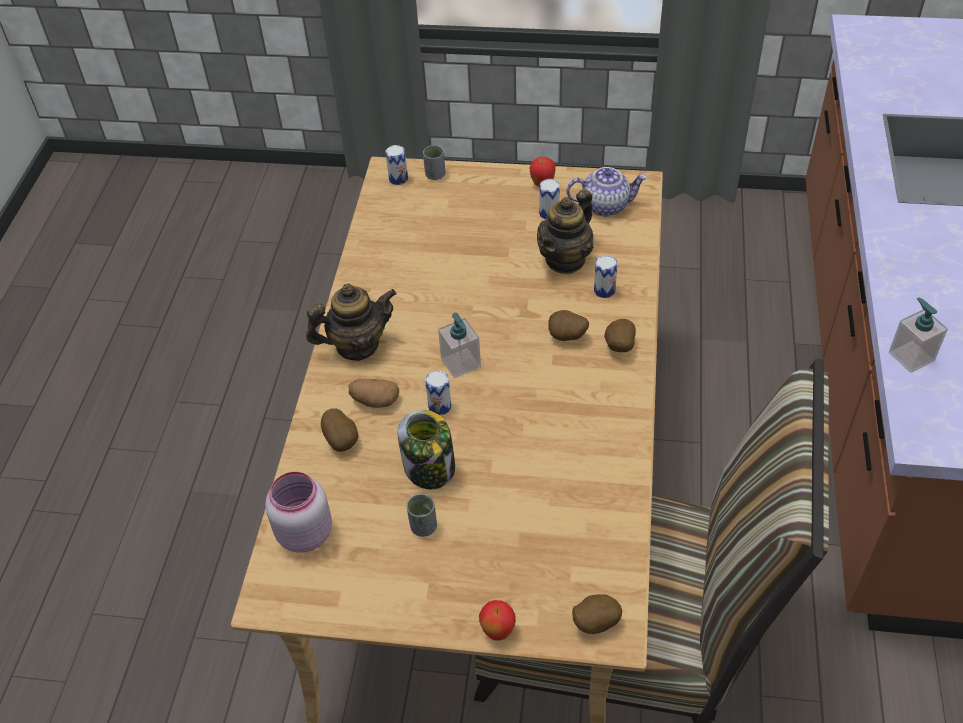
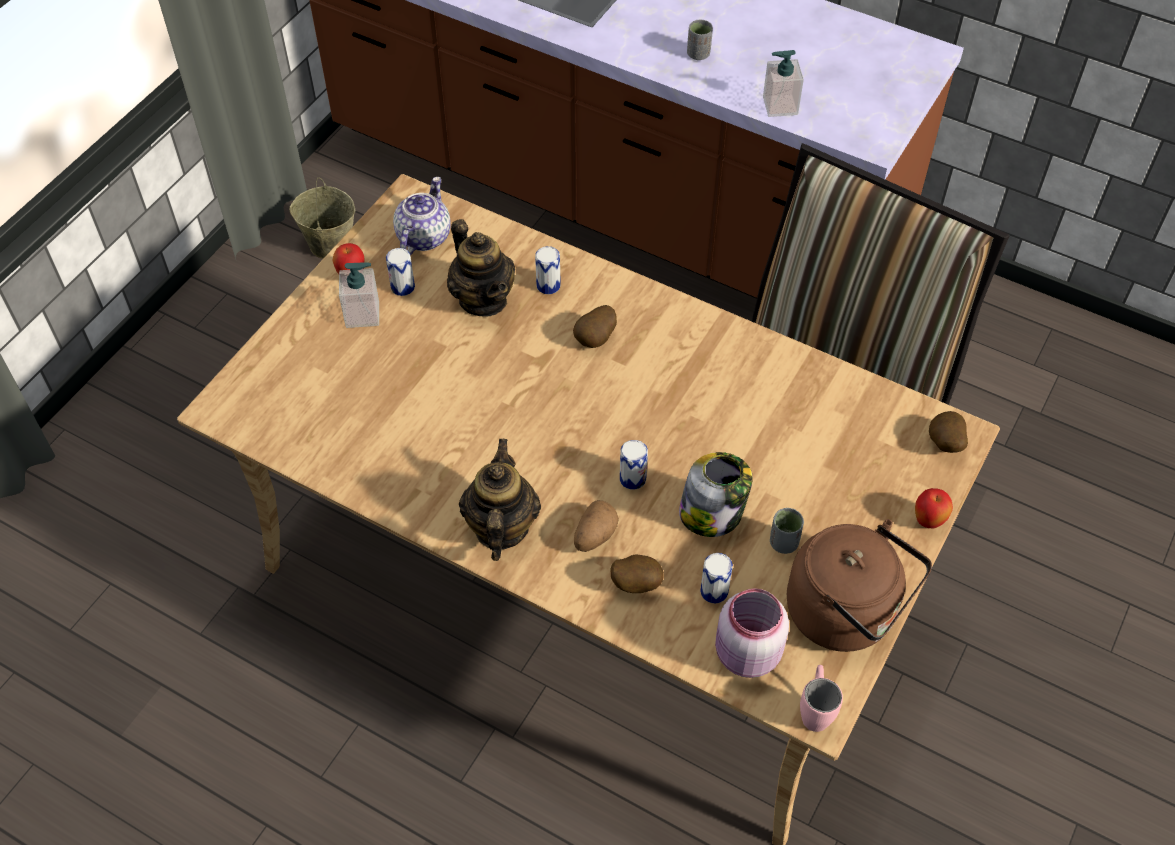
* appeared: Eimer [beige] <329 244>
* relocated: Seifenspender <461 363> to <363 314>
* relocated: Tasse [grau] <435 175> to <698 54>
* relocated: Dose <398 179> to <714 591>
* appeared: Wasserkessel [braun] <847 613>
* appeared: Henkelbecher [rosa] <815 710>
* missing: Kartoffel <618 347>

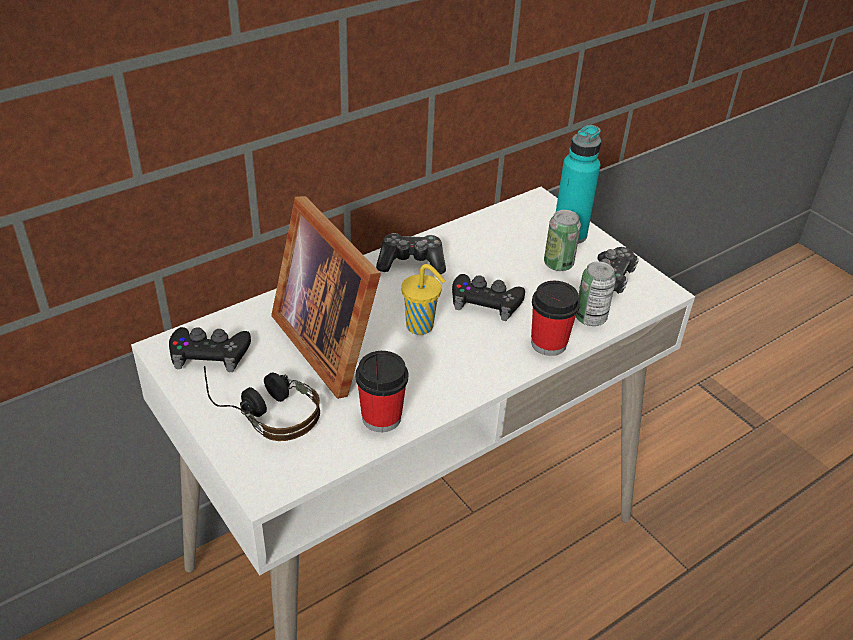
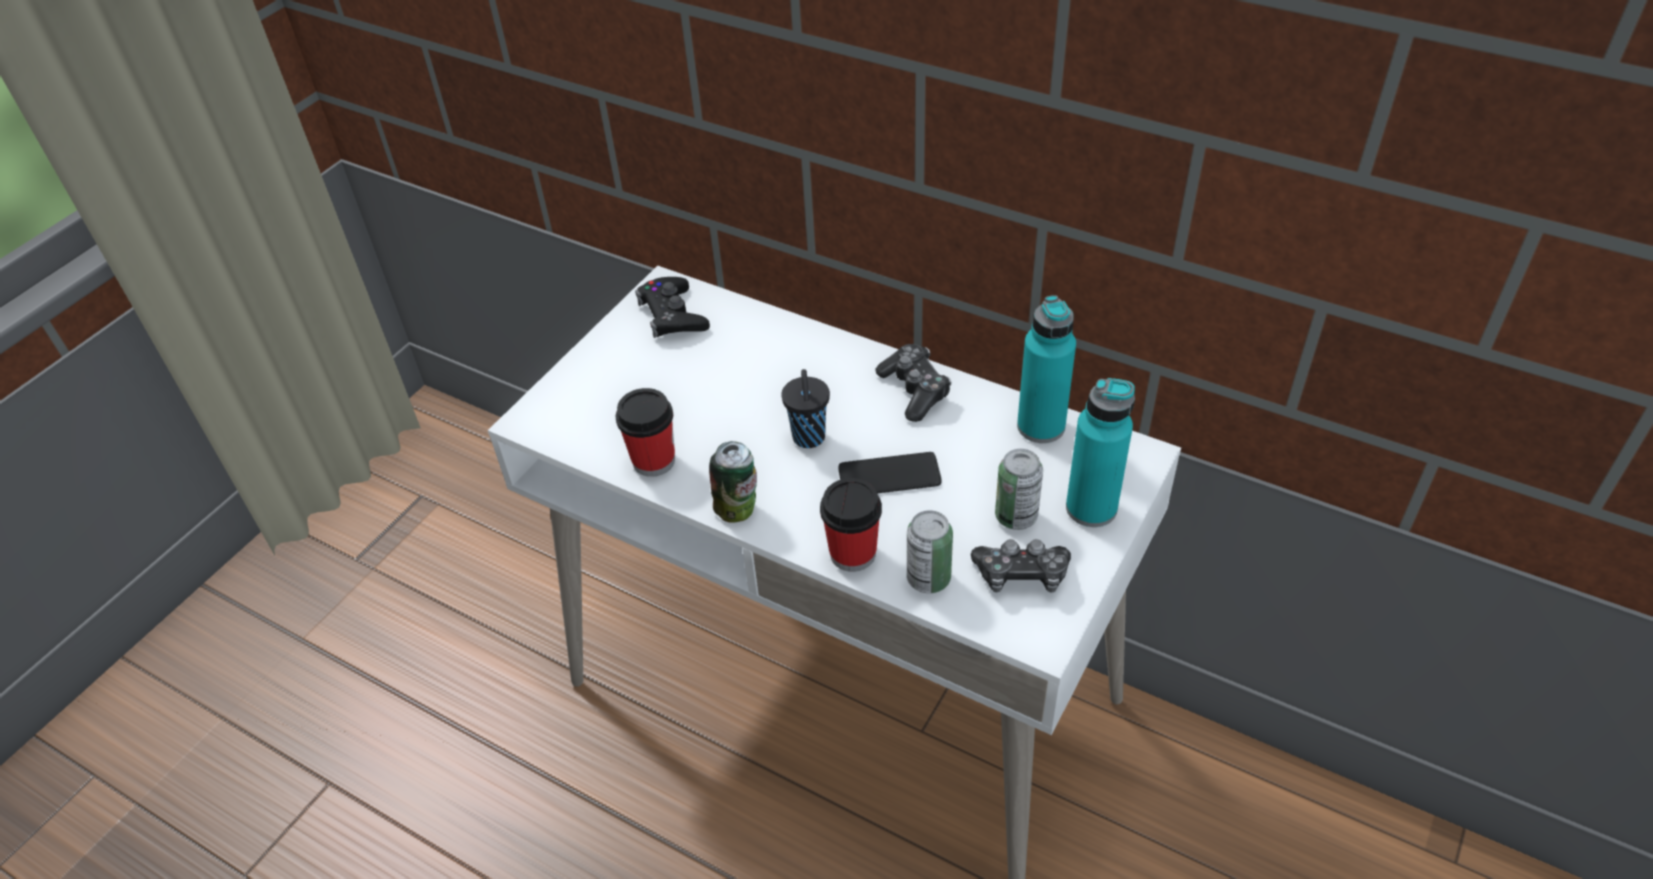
* appeared: Dose <738 509>
* colour: Tasse [gelb] <421 327> to Tasse [schwarz] <809 439>
* exchanged: Gamepad [schwarz] <486 302> to Handy <889 475>
* appeared: Flasche [türkis] <1041 426>
* missing: Kopfhörer <263 409>
* missing: Bilderrahmen <331 341>

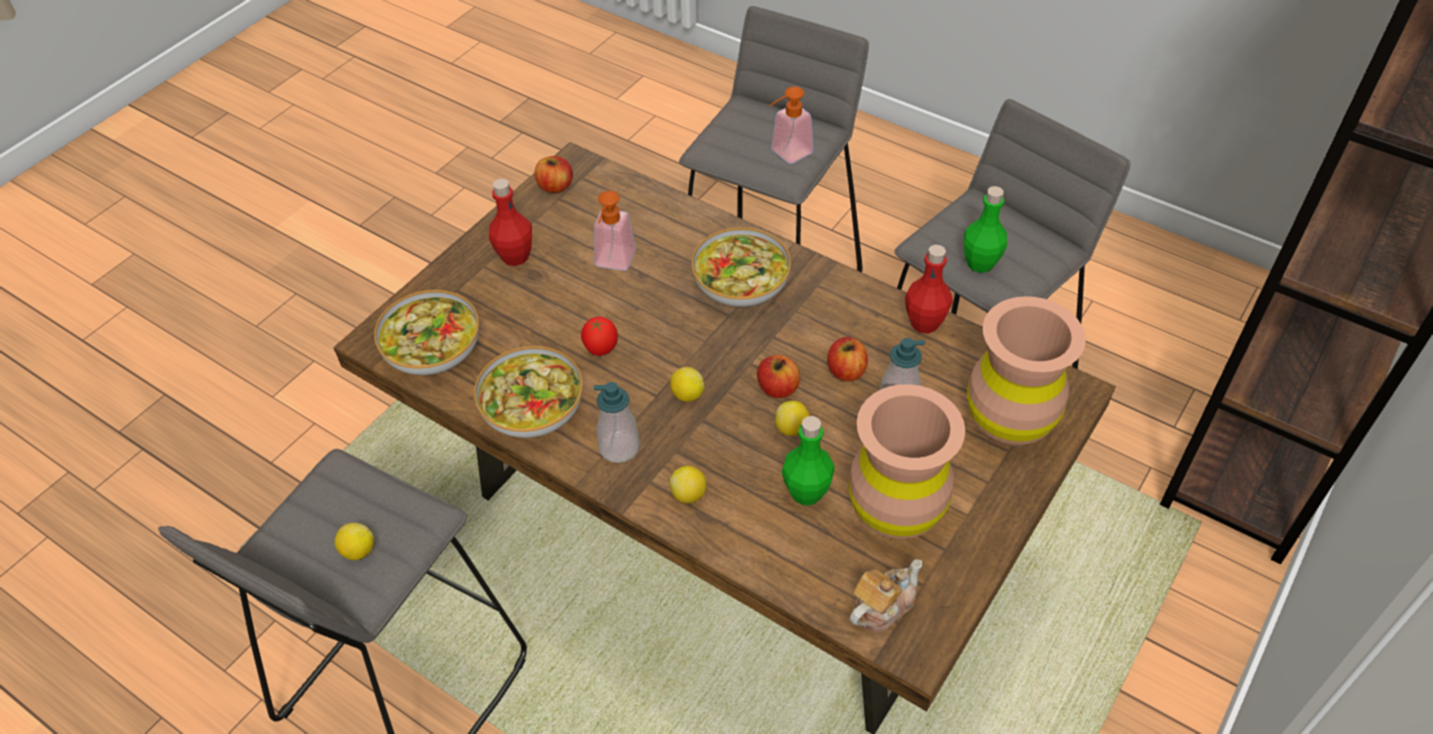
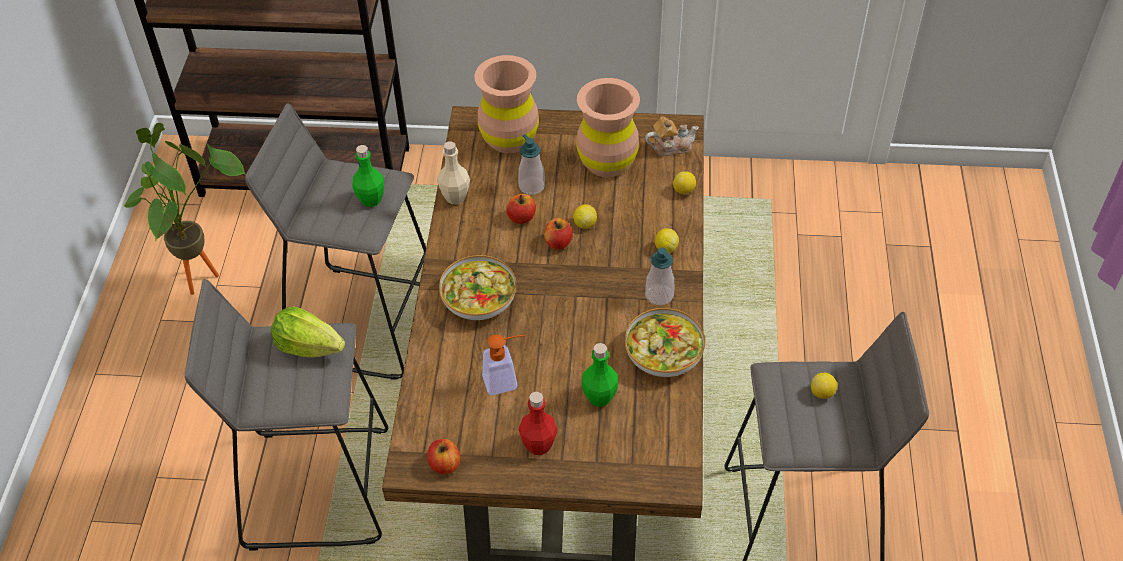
* appeared: Topfpflanze <205 273>
* exchanged: Seifenspender <786 154> to Salatkopf <308 346>
* colour: Flasche [rot] <924 323> to Flasche [beige] <455 197>
* relocated: Flasche [grün] <806 492> to <599 397>
* spun: Teekanne <881 606> = <671 146> 150 degrees clockwise
* relocated: Zitrone <687 394> to <684 191>
* missing: Schüssel <433 349>
* missing: Tomate <600 350>

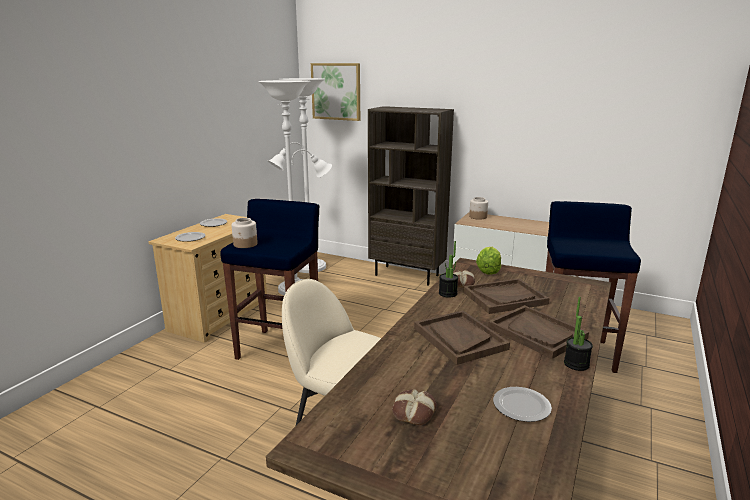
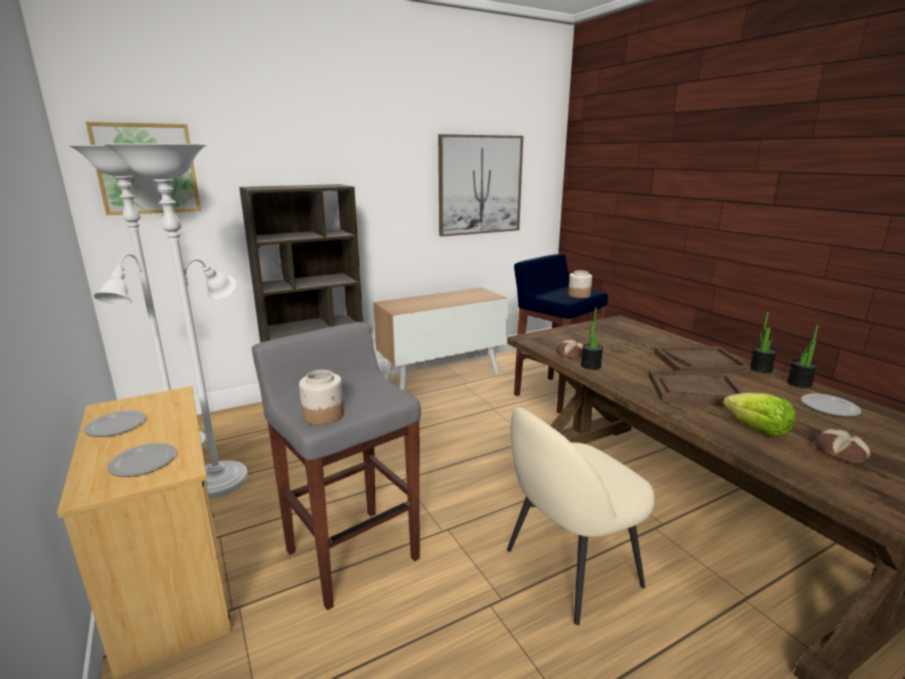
* colour: Hocker [blau] <280 348> to Hocker [grau] <351 553>
* appeared: Bild <480 185>
* relocated: Vorratsglas <477 217> to <578 295>
* relocated: Salatkopf <488 270> to <757 429>
* appeared: Topfpflanze <799 384>
* missing: Tablett [braun] <504 298>

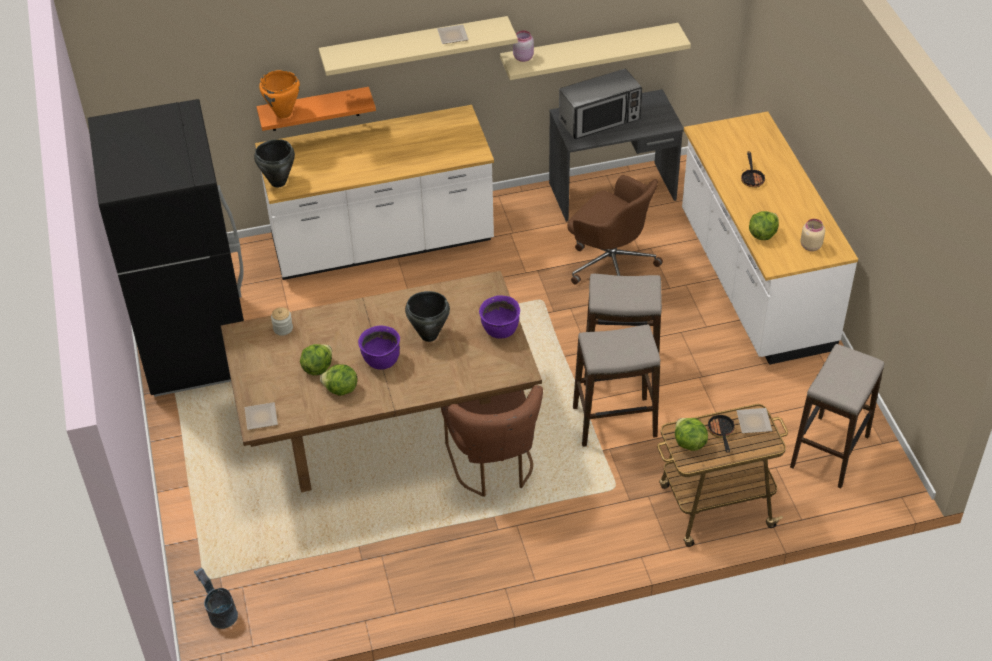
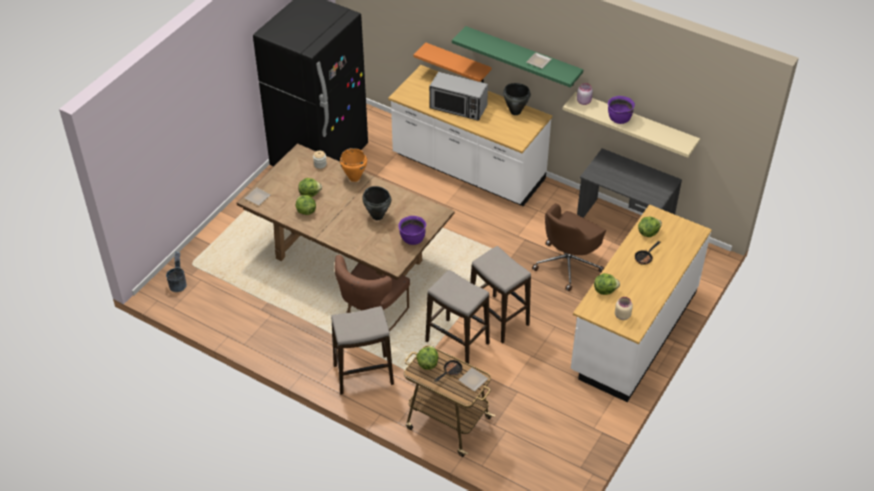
* relocated: Hocker <830 452> to <363 375>
* relocated: Kochtopf [orange] <284 114> to <354 178>
* relocated: Mikrowelle <600 120> to <458 107>
* colour: Wandregal [beige] <415 45> to Wandregal [grün] <522 56>
* relocated: Kochtopf [schwarz] <278 182> to <515 111>
* spun: Bürostuhl [braun] <610 263> = <568 264> 45 degrees clockwise
* relocated: Kochtopf [lila] <381 361> to <619 119>
* appeared: Salatkopf <648 232>

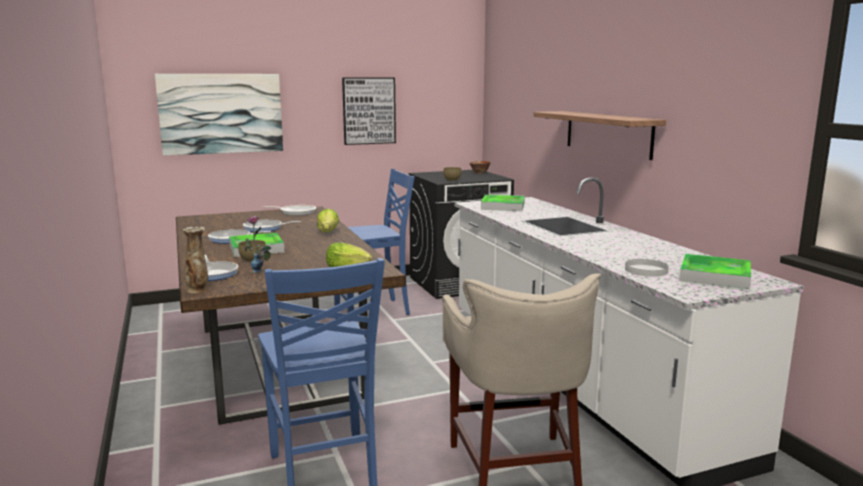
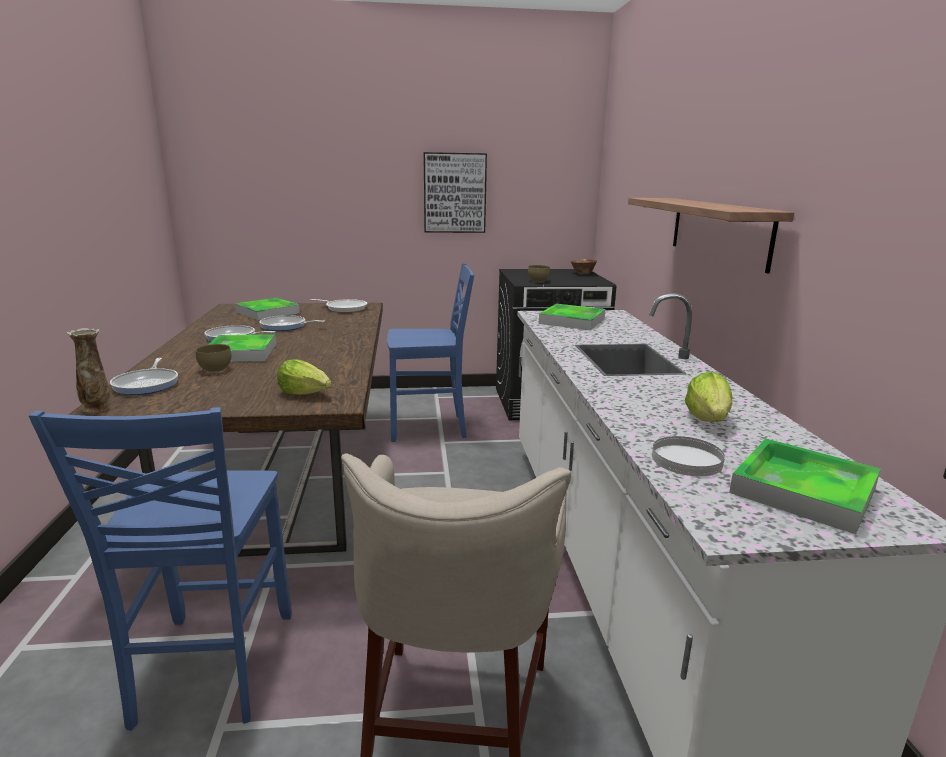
* appeared: Tablett <268 312>
* relocated: Salatkopf <328 232> to <708 419>
* missing: Bild <221 113>
* missing: Vase <259 273>

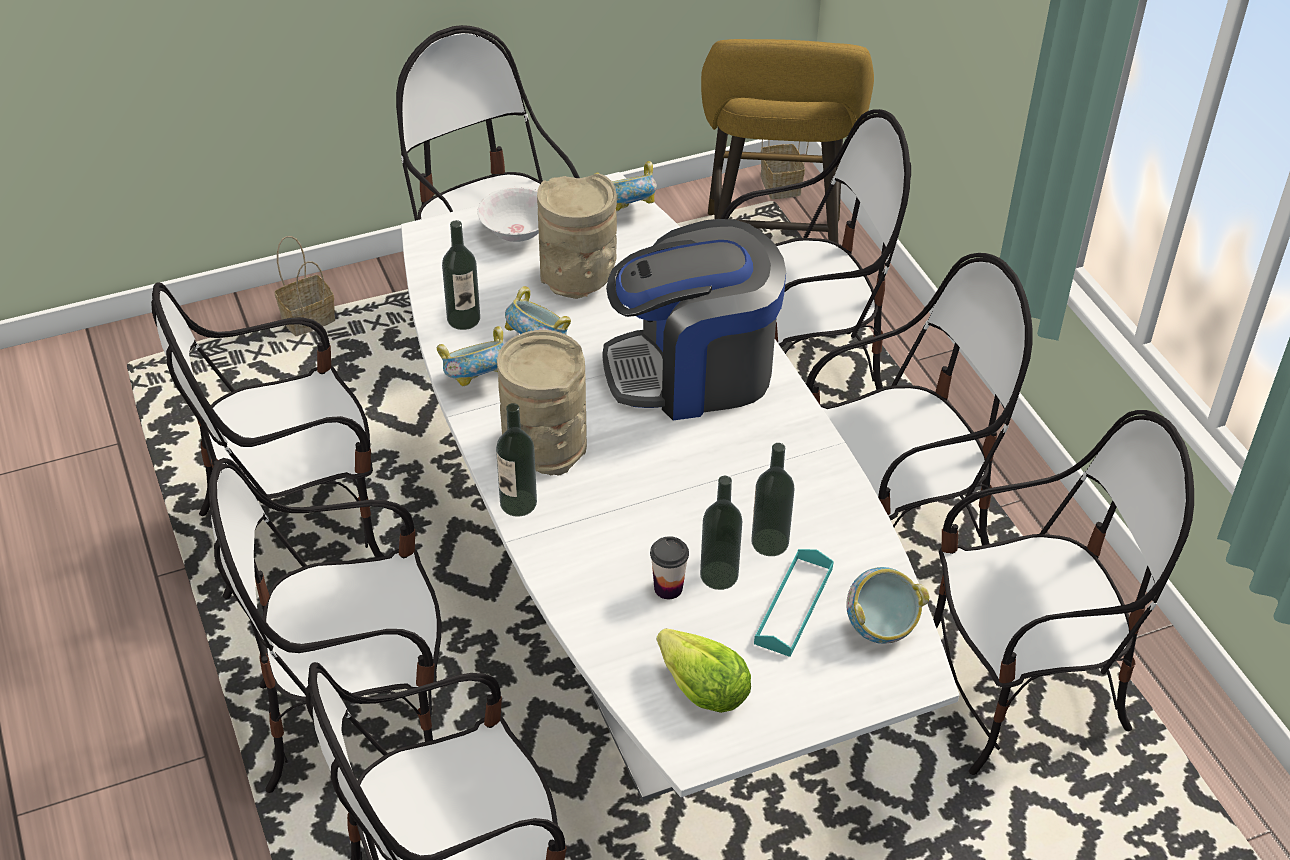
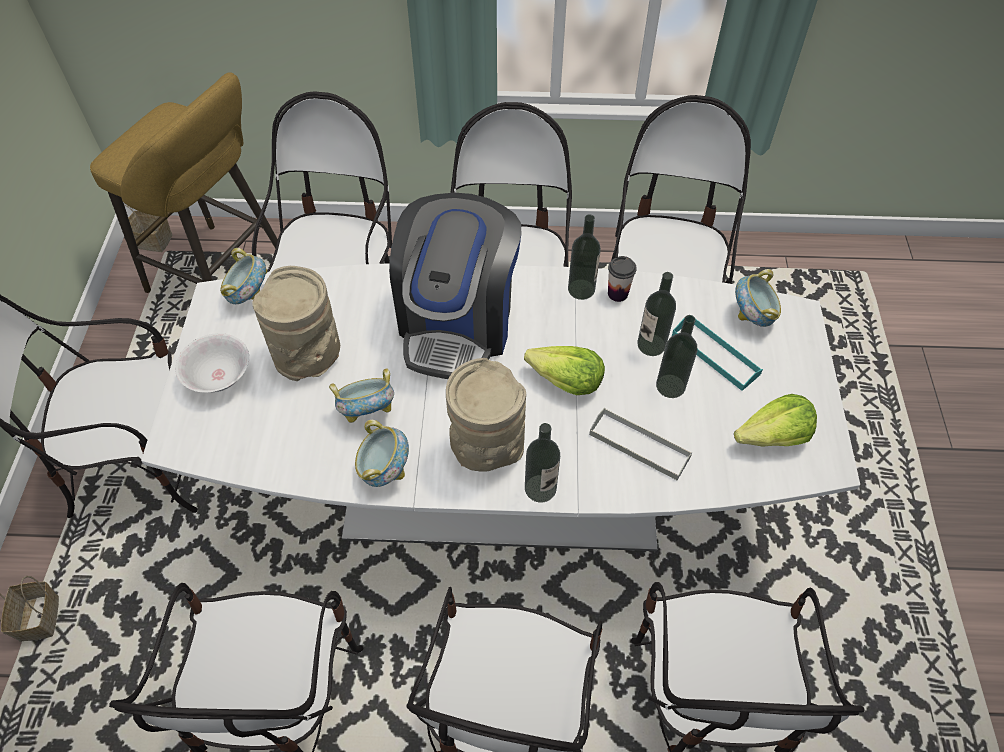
* appeared: Salatkopf <565 382>
* relocated: Flasche <463 319> to <581 289>
* appeared: Tablett [grau] <639 445>
* relocated: Tasse <668 588> to <617 293>

